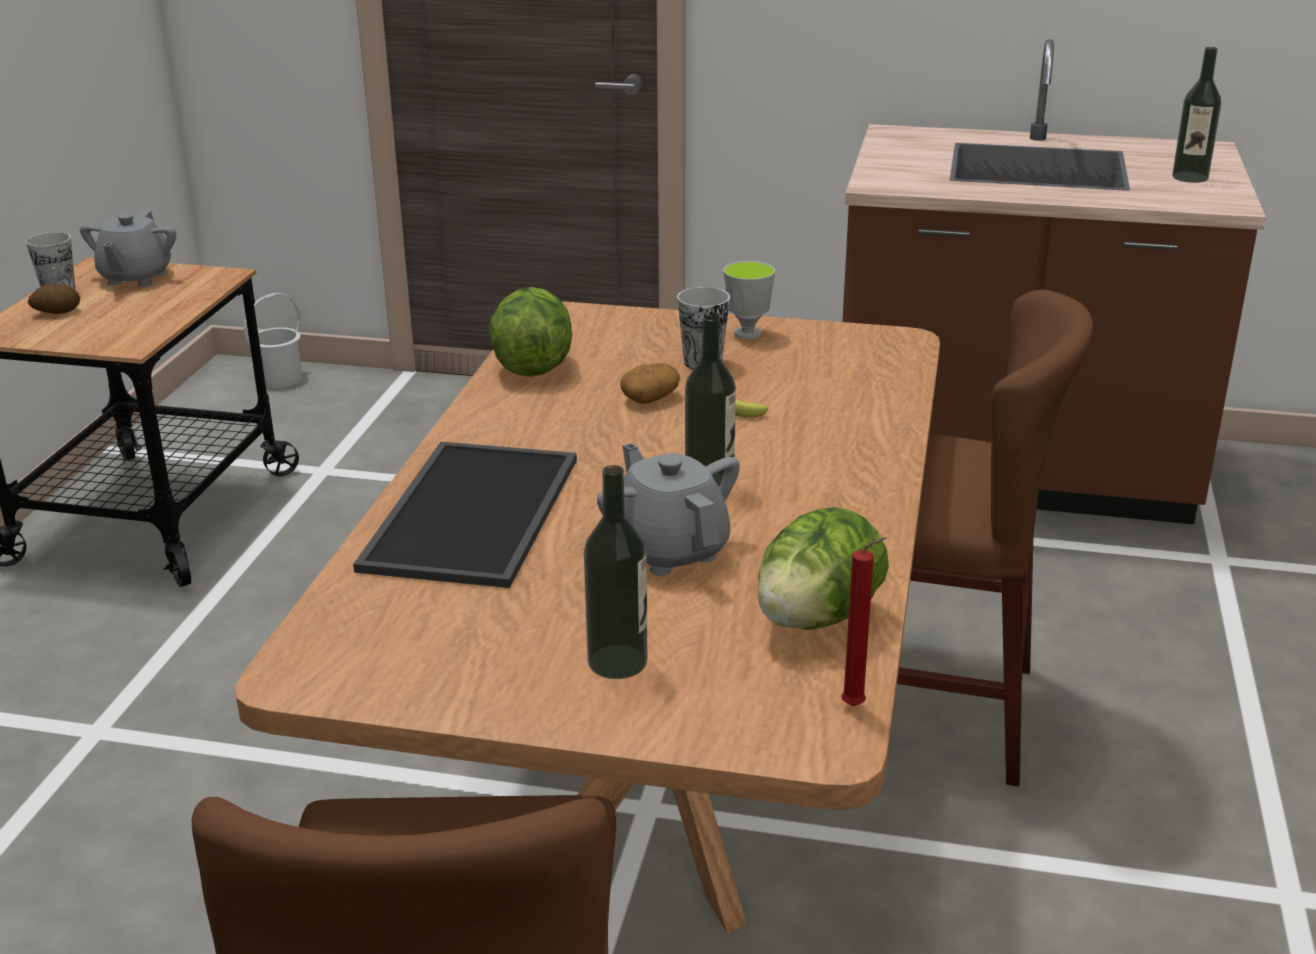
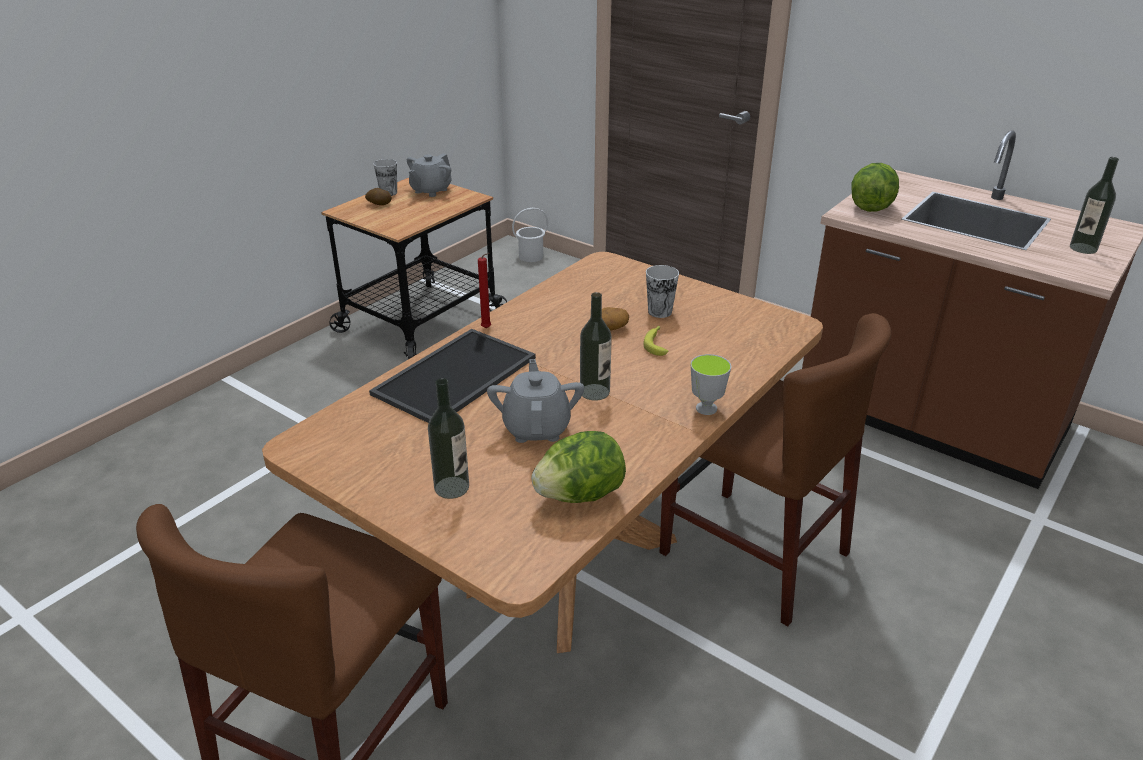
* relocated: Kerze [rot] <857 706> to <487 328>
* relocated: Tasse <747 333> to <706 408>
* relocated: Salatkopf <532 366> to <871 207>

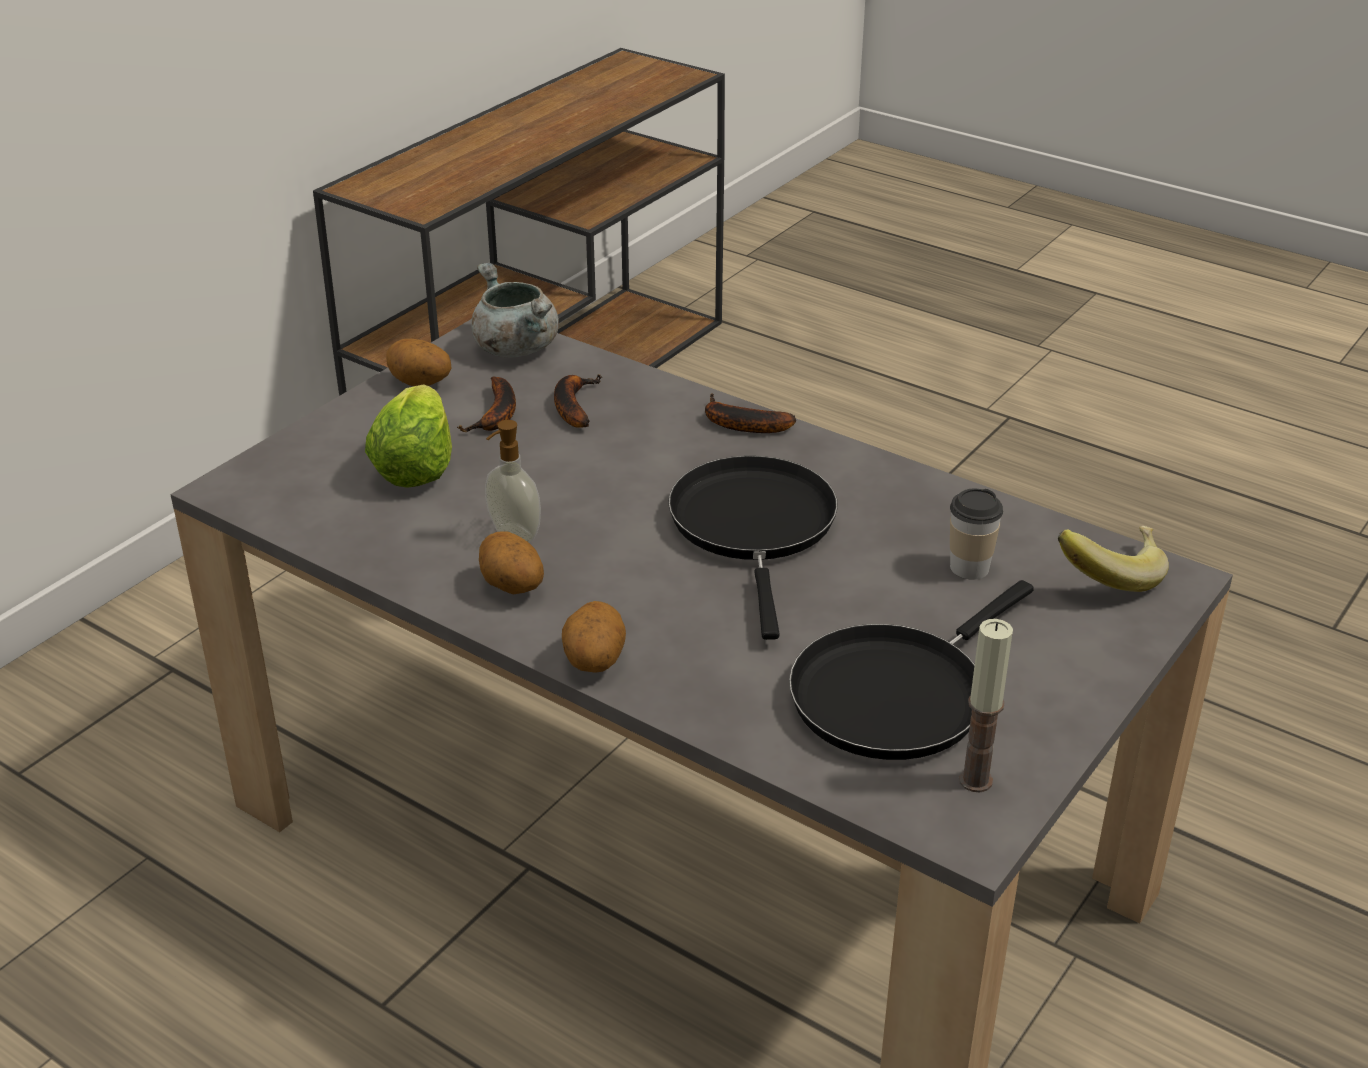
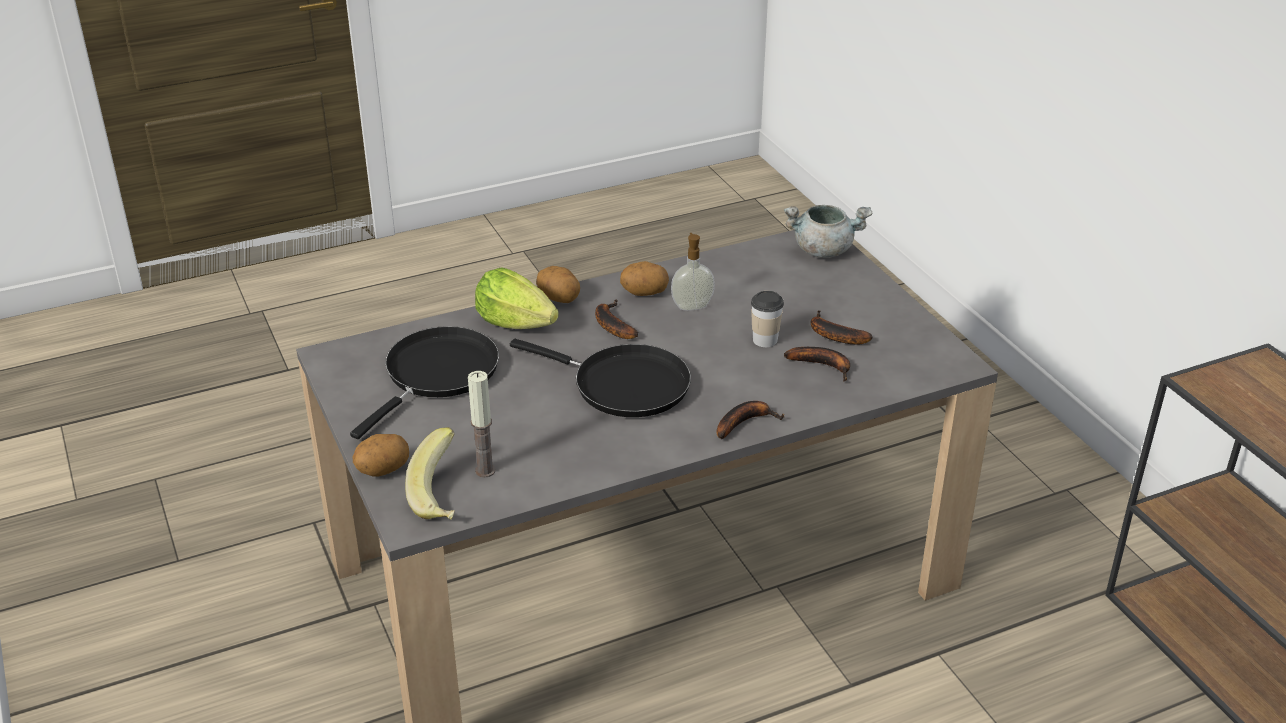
* spun: Pfanne [schwarz] <895 694> = <437 374> 45 degrees clockwise
* relocated: Kartoffel <420 384> to <383 470>
* relocated: Kerze <975 780> to <485 470>
* relocated: Salatkopf <415 468> to <515 323>
* appeared: Banane <611 325>
* relocated: Tasse <969 567> to <765 340>
* relocated: Kochtopf [grau] <514 348> to <823 250>

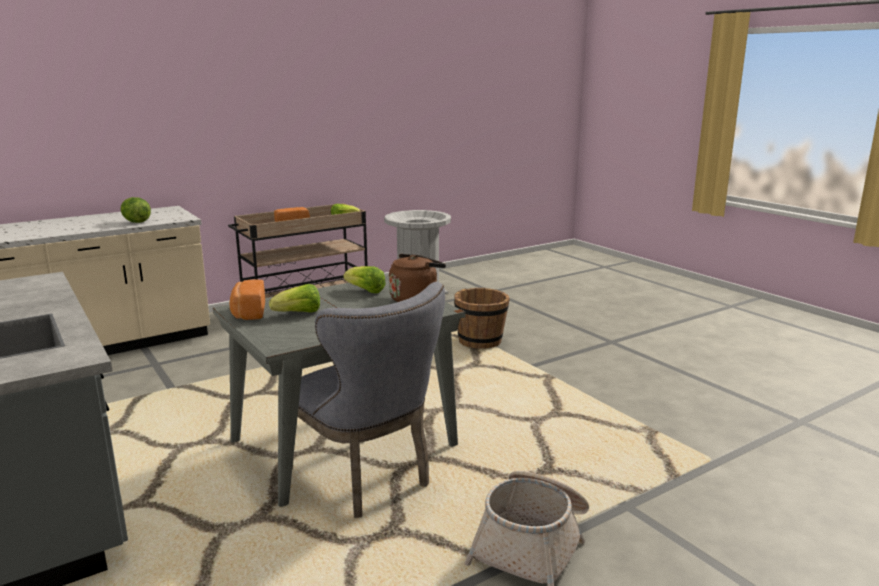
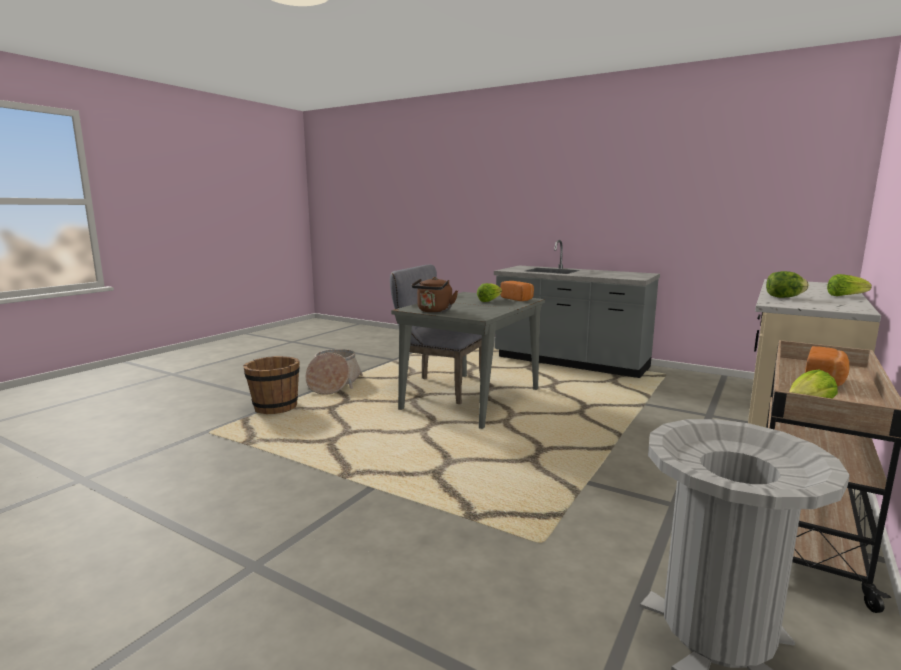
* relocated: Eimer [braun] <480 341> to <275 407>
* relocated: Salatkopf <365 291> to <845 296>

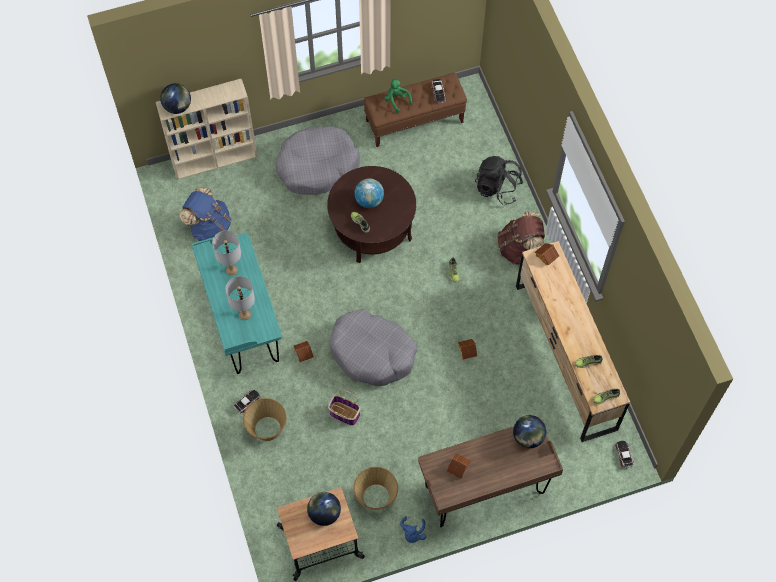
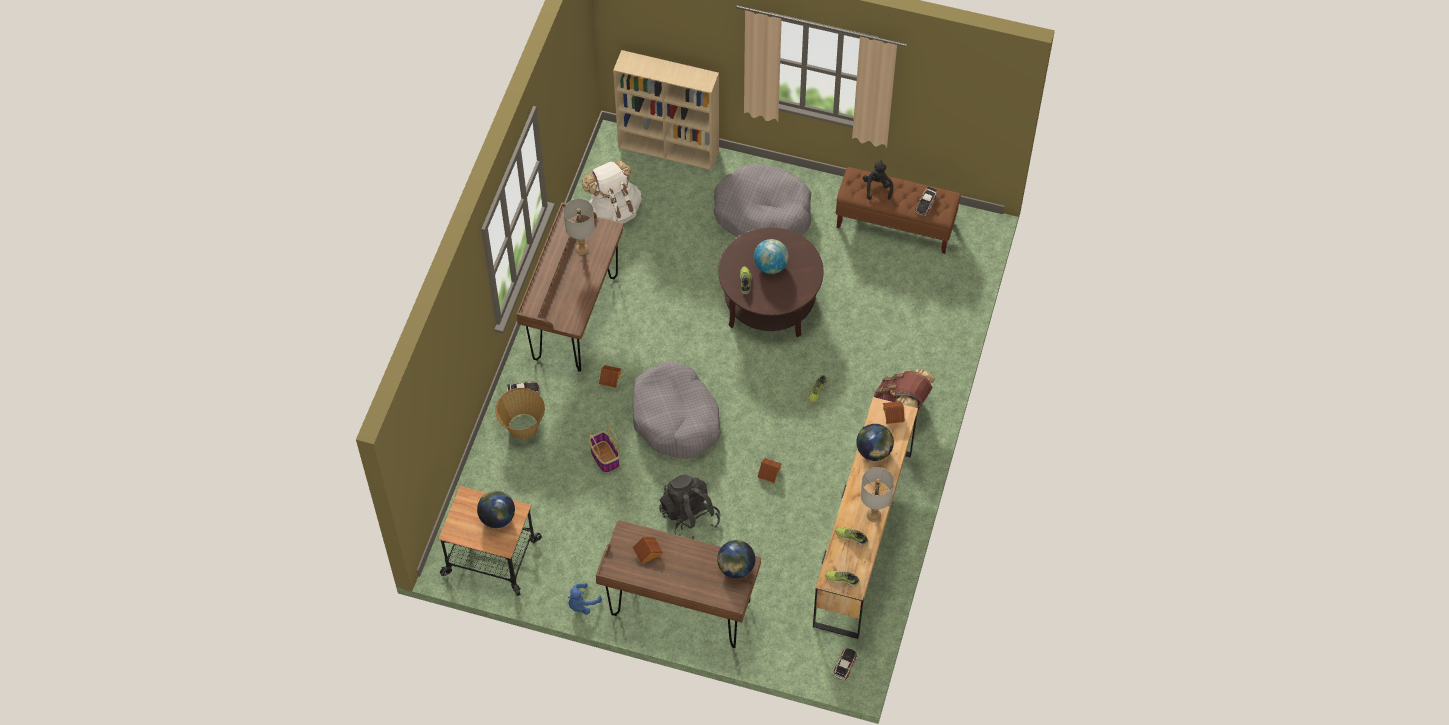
* colour: Schreibtisch [türkis] <243 324> to Schreibtisch [braun] <575 318>
* colour: Rucksack [blau] <209 227> to Rucksack [weiß] <614 209>
* relocated: Rucksack [schwarz] <497 188> to <689 517>
* relocated: Globus <178 107> to <874 451>
* relocated: Tischlampe [grau] <245 314> to <874 515>
* colour: Plüschtier [grün] <397 100> to Plüschtier [schwarz] <877 187>
* missing: Korb <376 497>

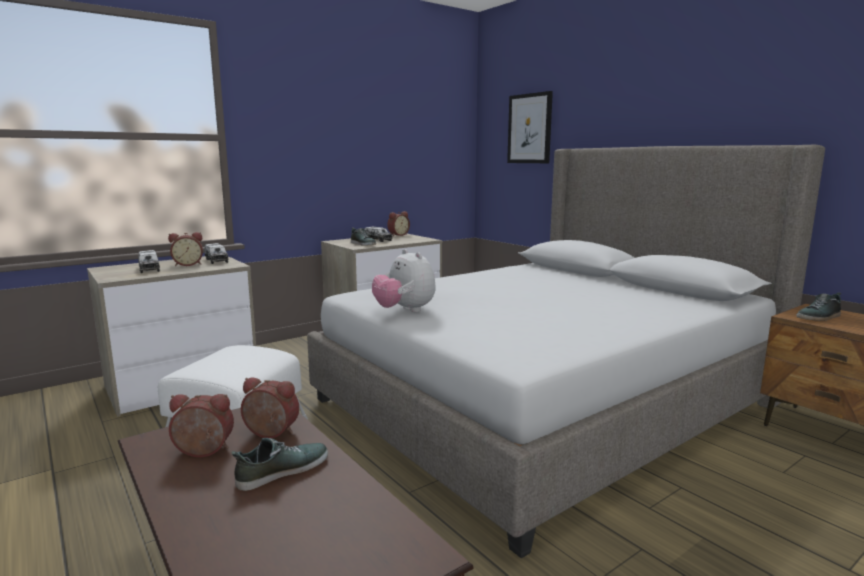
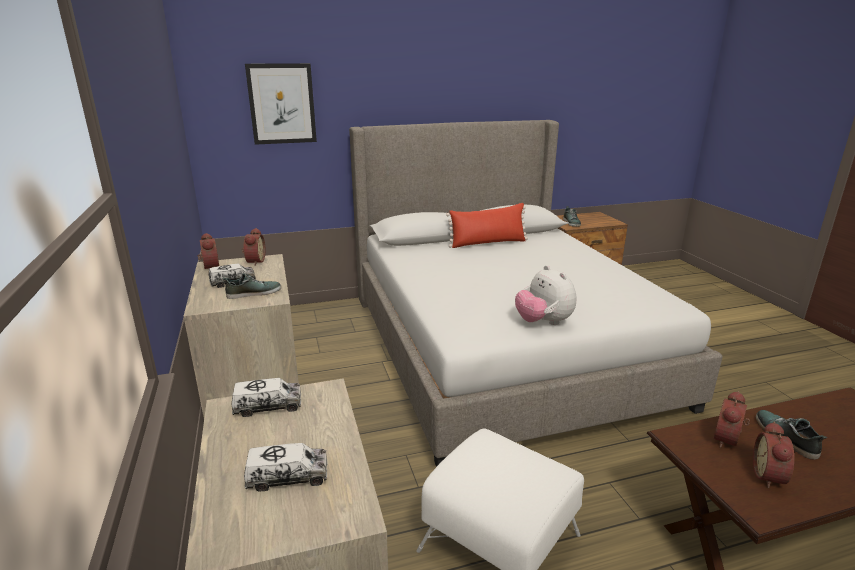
* relocated: Wecker <188 264> to <254 261>
* appeared: Kissen [rot] <488 243>
* spun: Plüschtier <404 311> = <543 322> 75 degrees clockwise

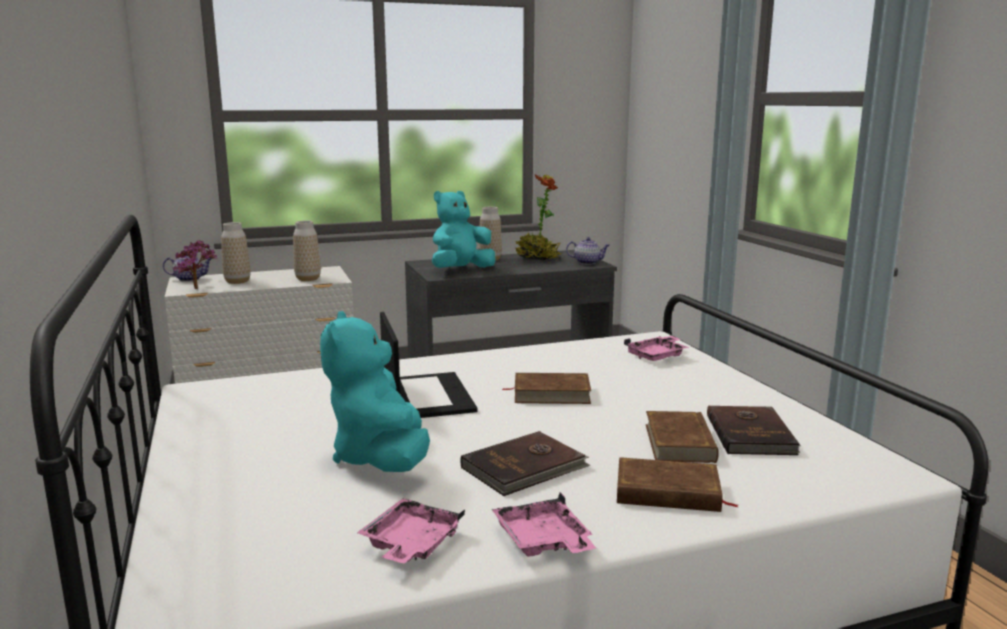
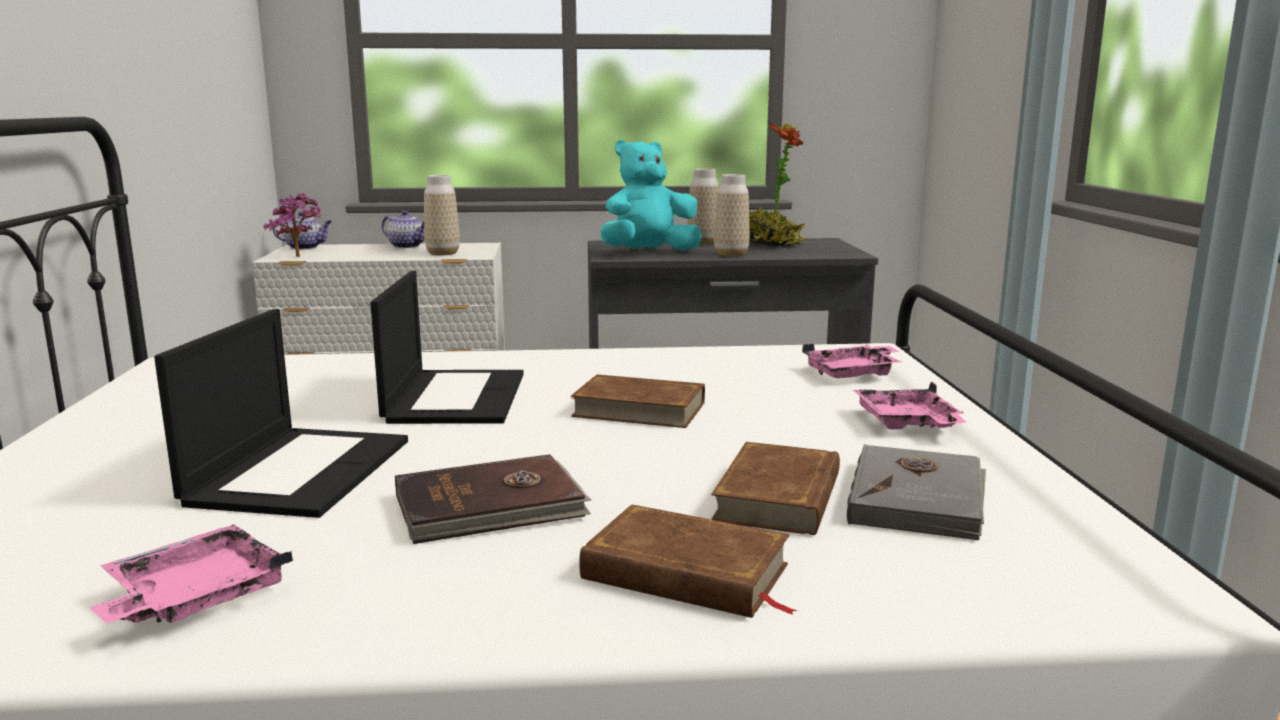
* exchanged: Plüschtier [türkis] <381 458> to Laptop <300 470>
* relocated: Teekanne <588 262> to <407 246>
* relocated: Vase <237 281> to <731 254>
* colour: Buch [braun] <751 434> to Buch [grau] <918 497>
* relocated: Tablett [rosa] <543 542> to <907 424>

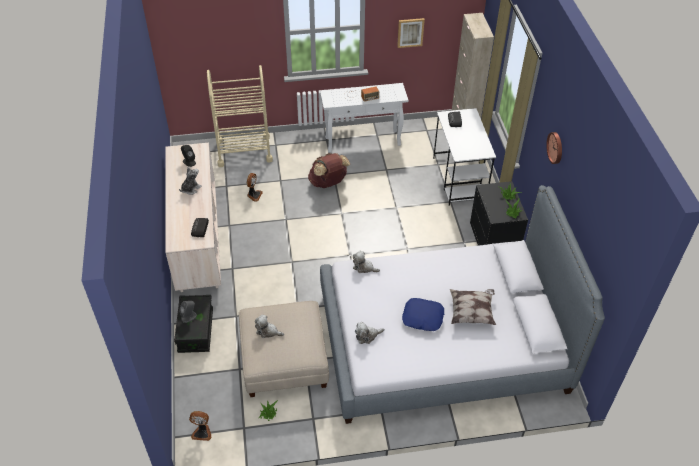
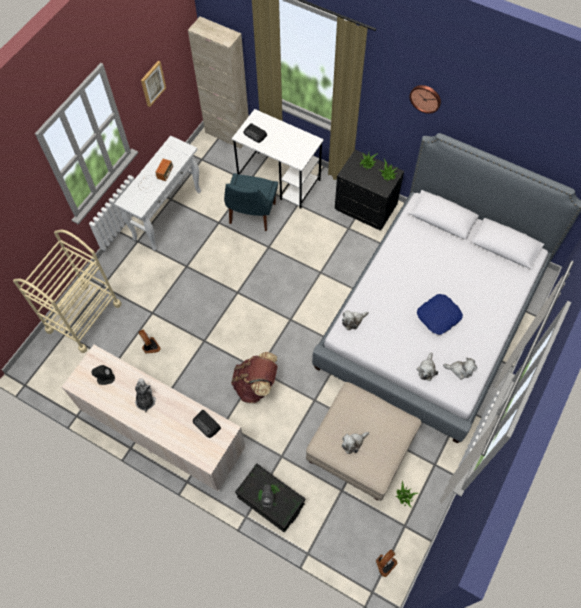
* appeared: Stuhl [blau] <251 215>
* relocated: Rucksack [braun] <328 183> to <256 385>
* appeared: Plüschtier <460 370>
* missing: Kissen <471 312>

